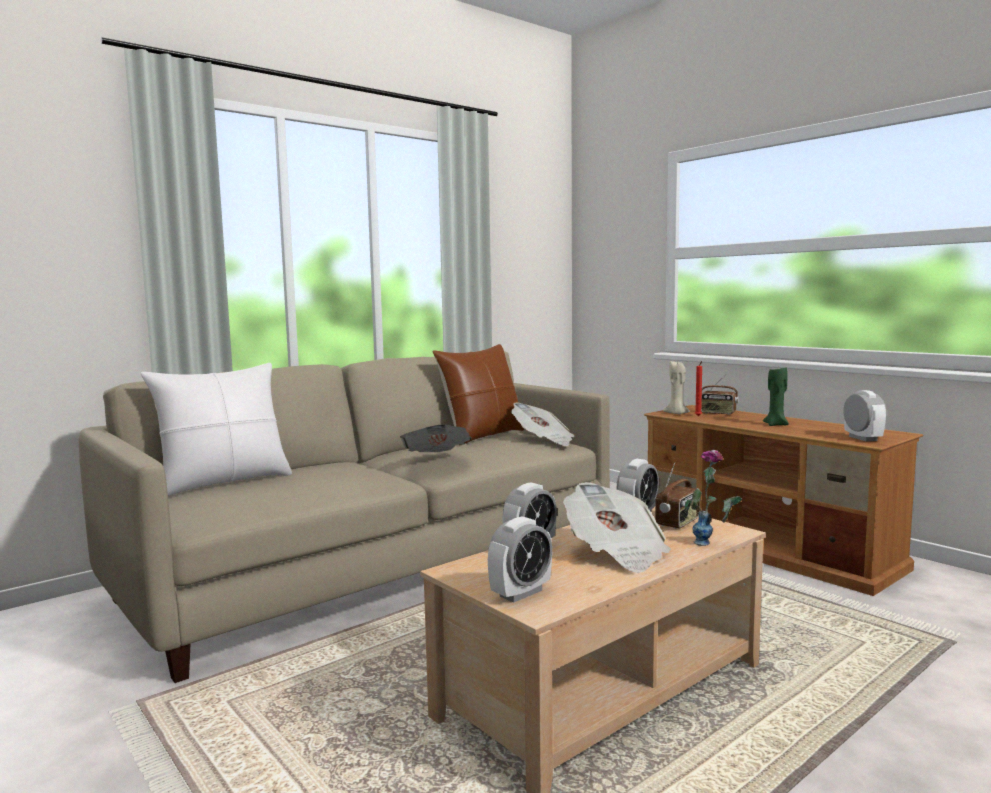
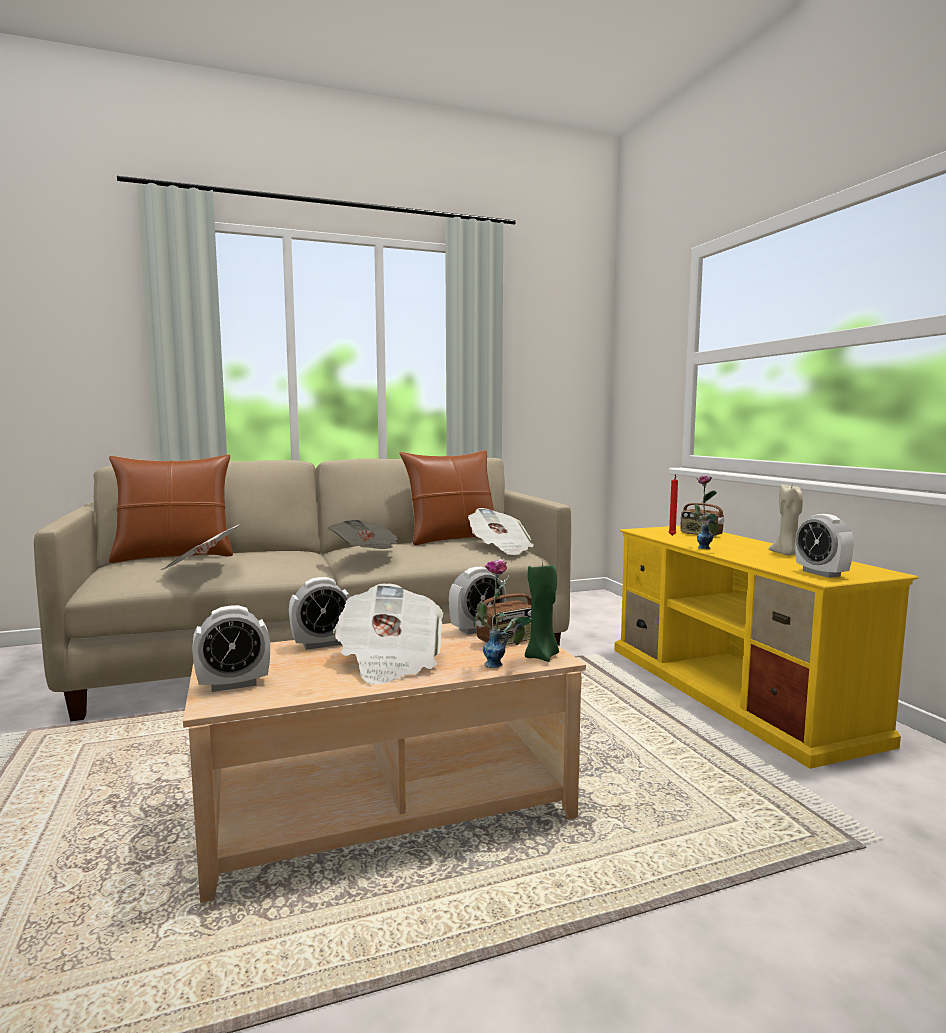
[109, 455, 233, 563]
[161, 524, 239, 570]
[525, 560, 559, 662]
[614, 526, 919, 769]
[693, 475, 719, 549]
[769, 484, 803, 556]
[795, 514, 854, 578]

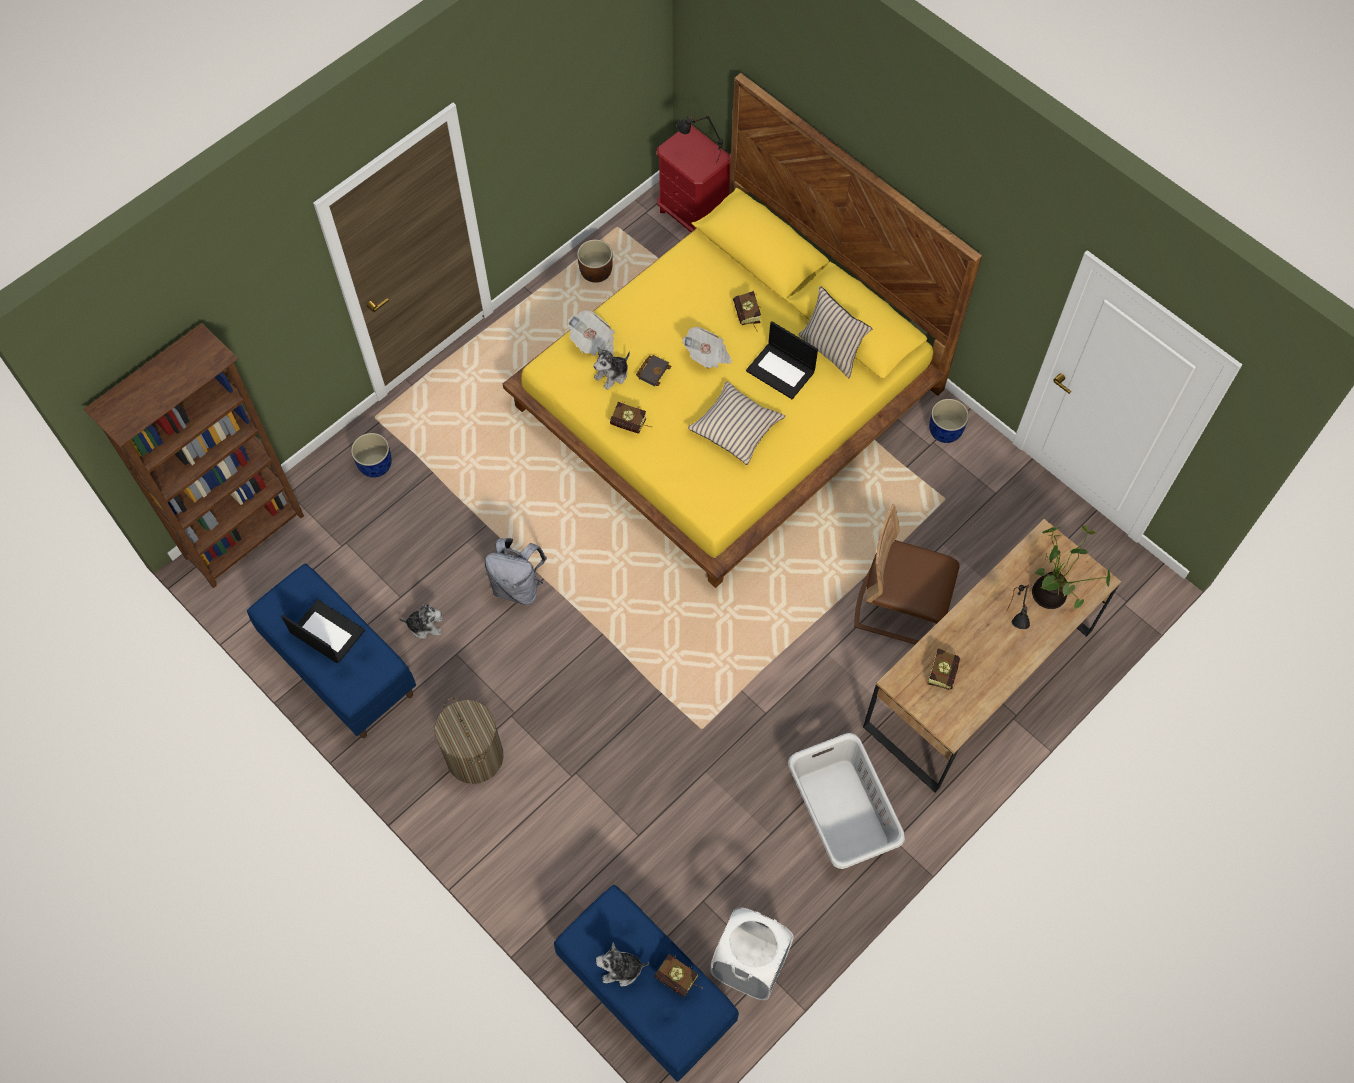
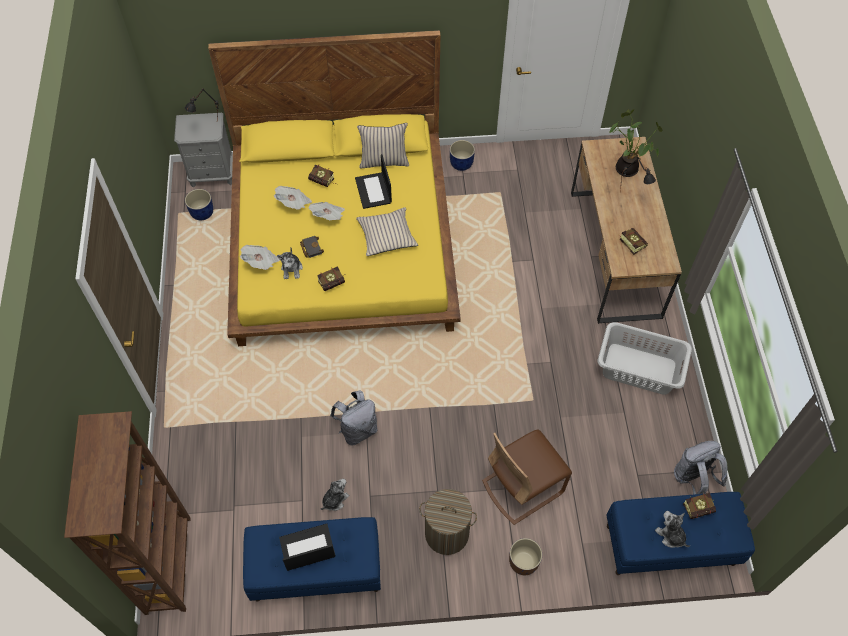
[174, 113, 233, 188]
[185, 189, 213, 220]
[274, 186, 312, 210]
[355, 154, 392, 209]
[482, 430, 572, 525]
[509, 538, 542, 575]
[655, 511, 690, 548]
[674, 441, 728, 495]

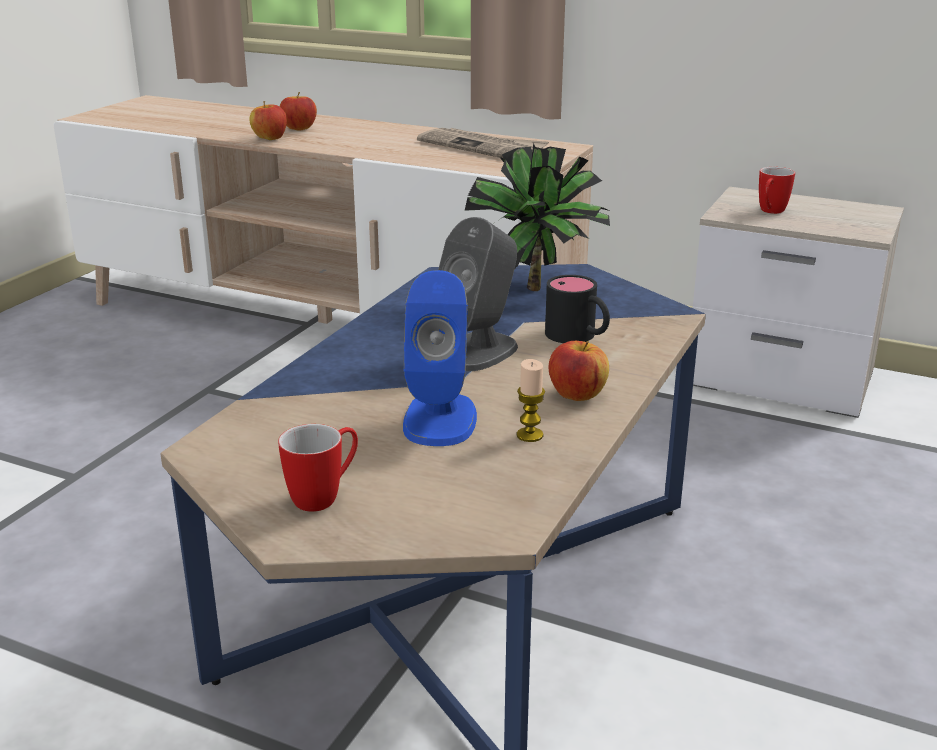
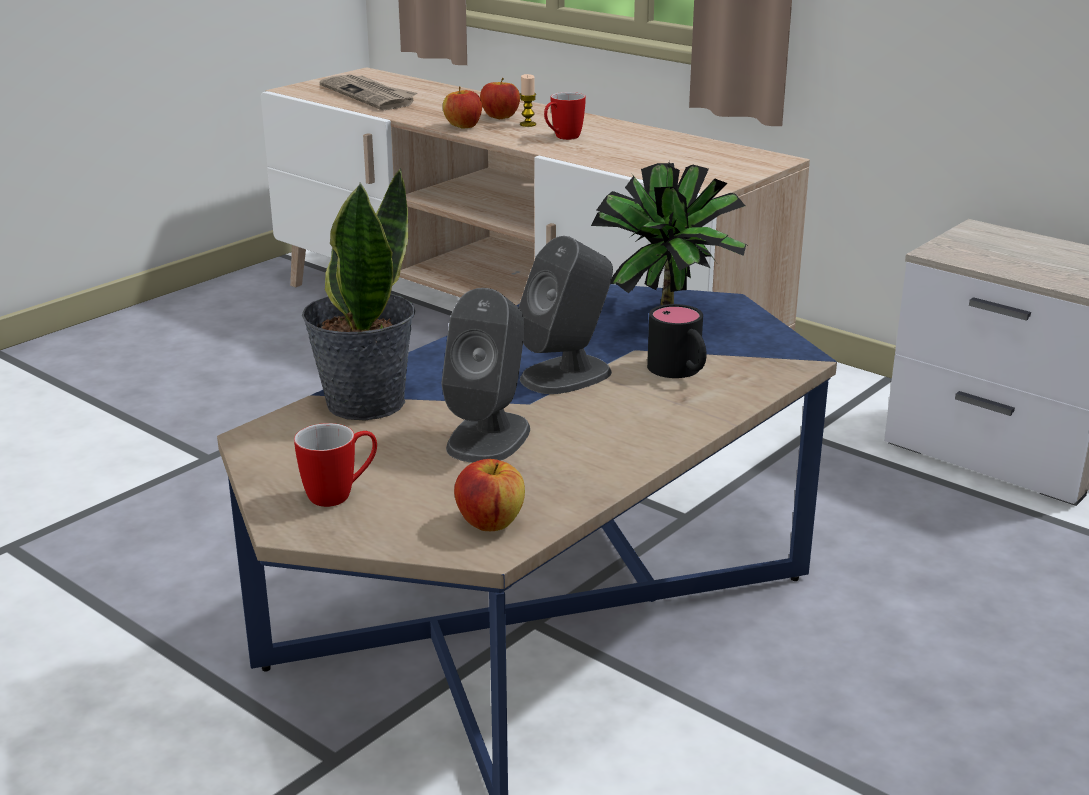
[302, 168, 415, 421]
[319, 74, 417, 110]
[441, 288, 530, 463]
[454, 459, 525, 531]
[519, 74, 536, 127]
[544, 92, 586, 140]

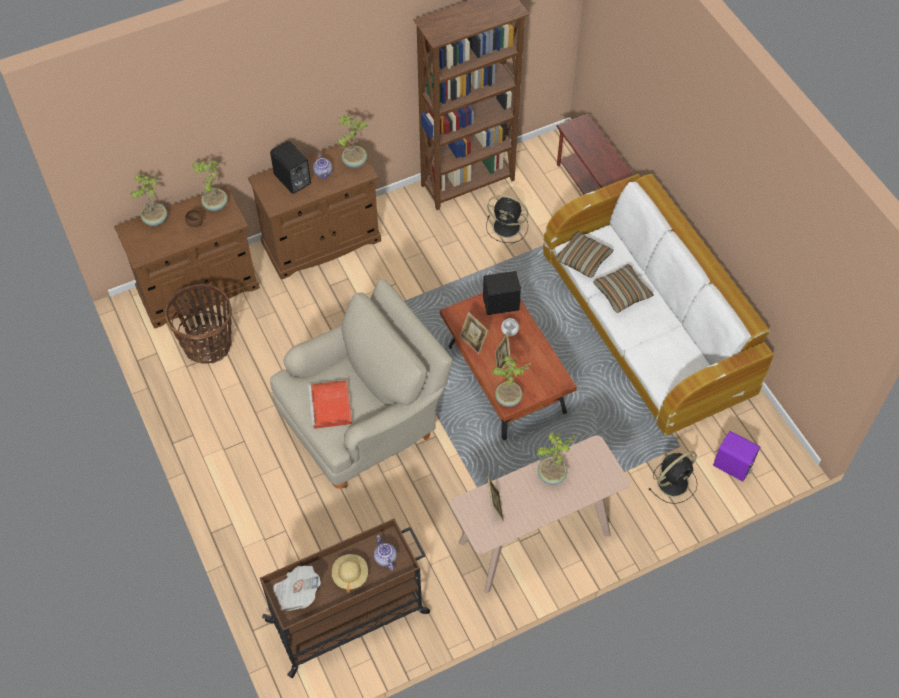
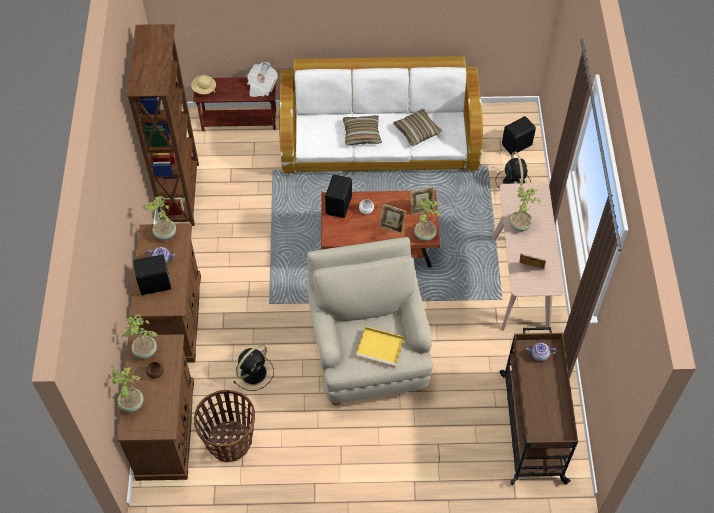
[191, 75, 216, 94]
[234, 344, 274, 391]
[247, 62, 278, 97]
[355, 326, 404, 367]
[393, 109, 442, 146]
[410, 187, 434, 215]
[502, 116, 536, 155]

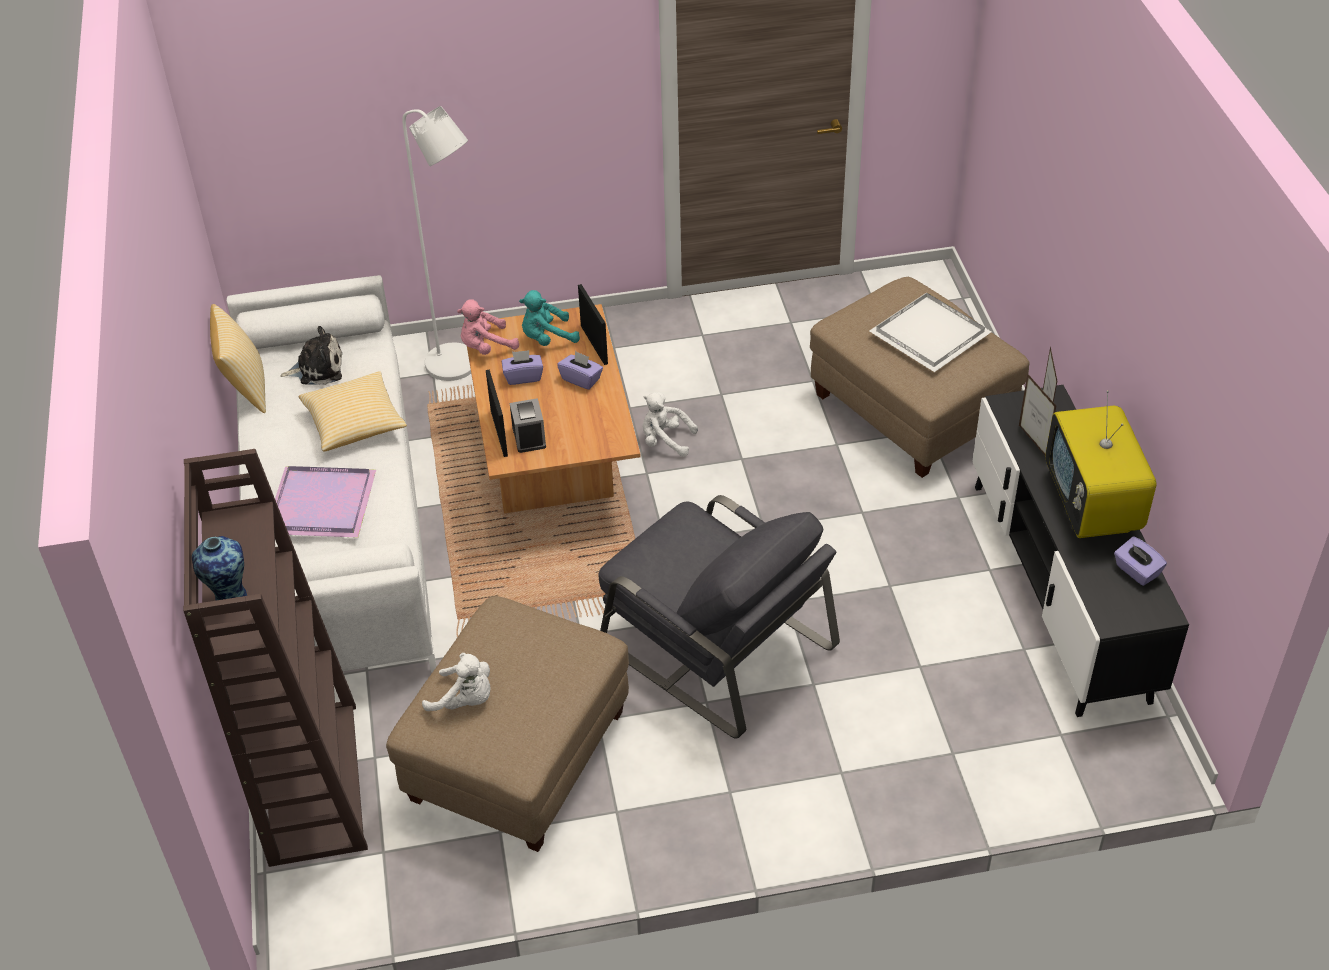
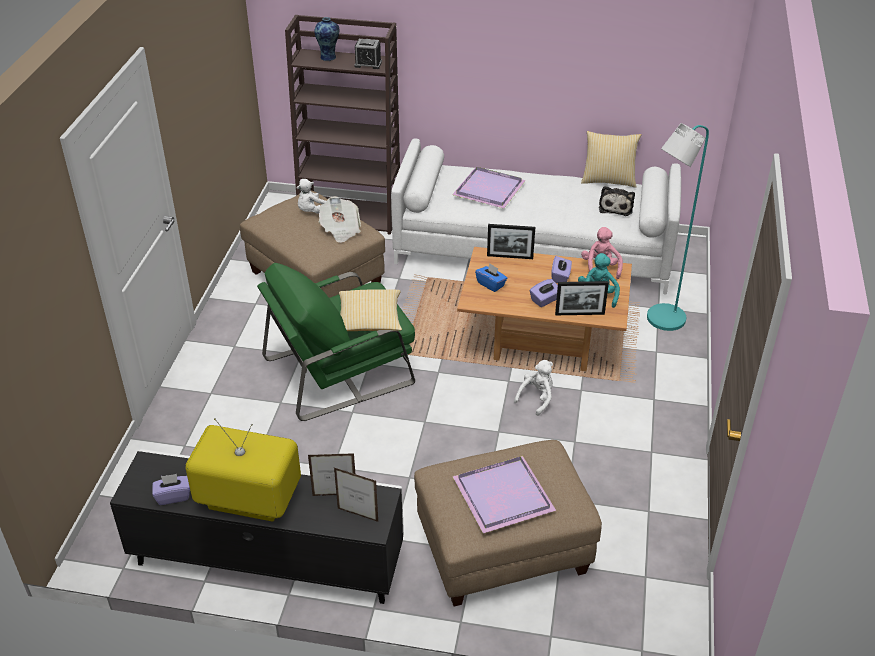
[257, 263, 415, 421]
[319, 196, 361, 243]
[339, 289, 402, 331]
[354, 39, 382, 69]
[452, 456, 556, 533]
[475, 263, 507, 292]
[647, 123, 709, 331]

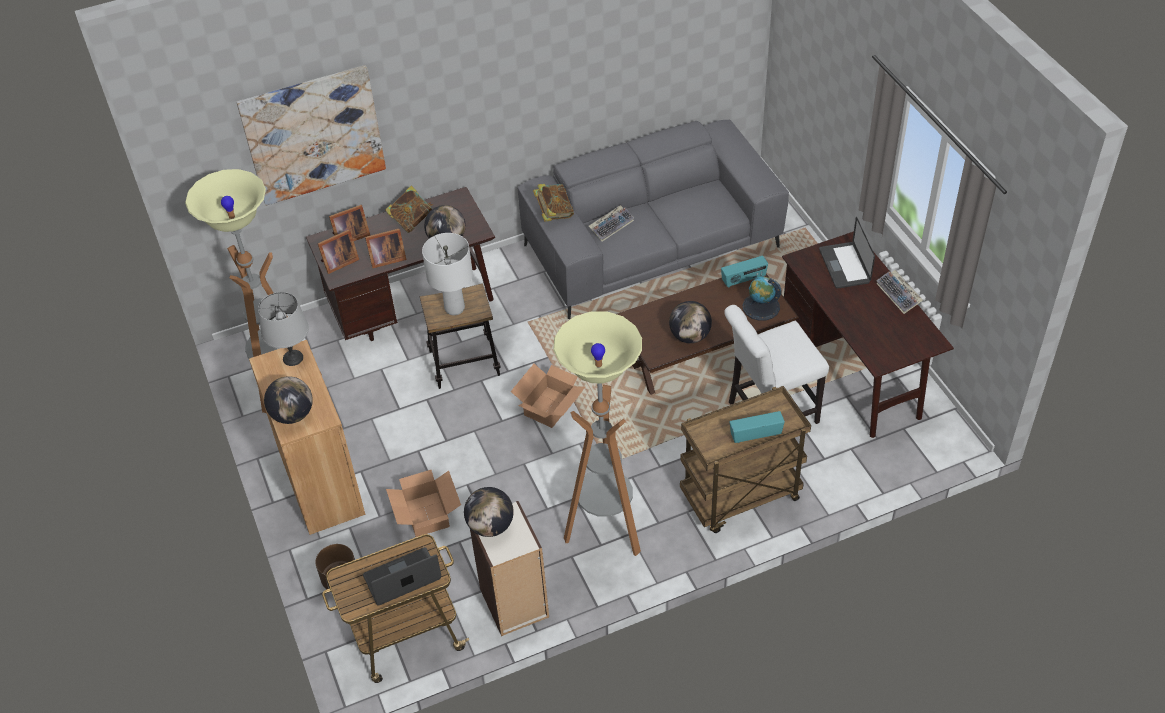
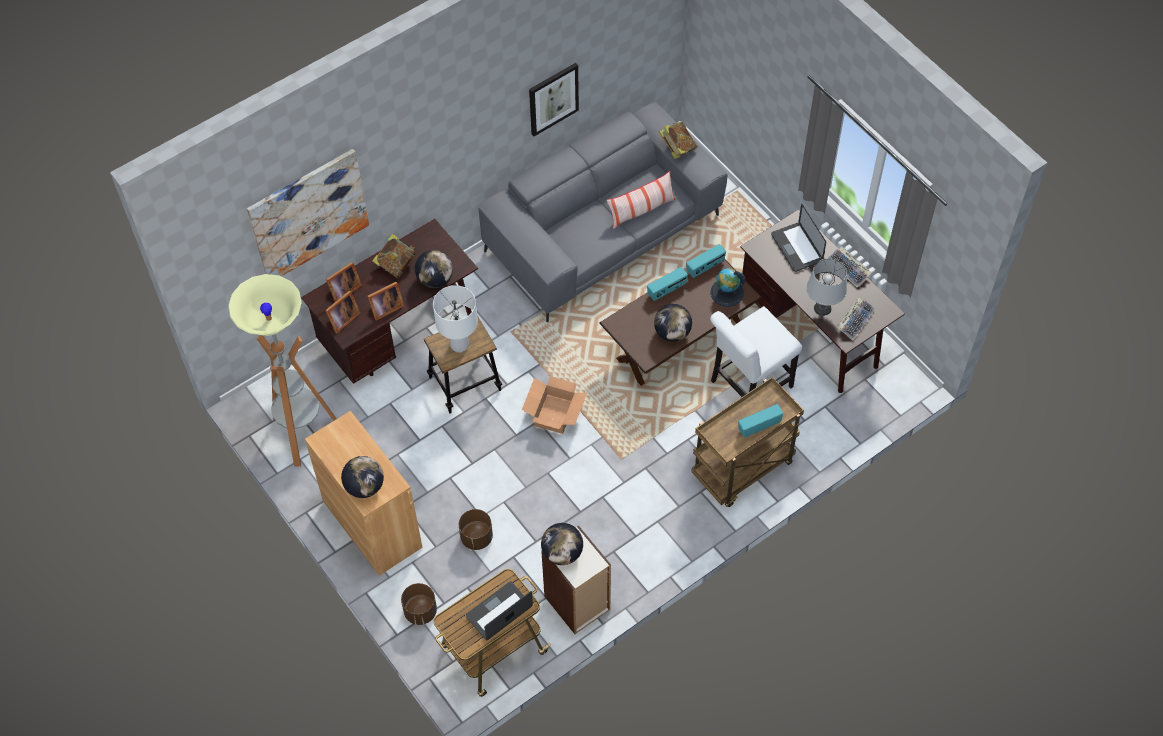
[459, 509, 493, 550]
[529, 63, 579, 136]
[607, 171, 676, 229]
[647, 267, 688, 301]
[659, 121, 697, 159]
[806, 258, 847, 316]
[837, 297, 875, 341]
[553, 312, 642, 556] (first image)

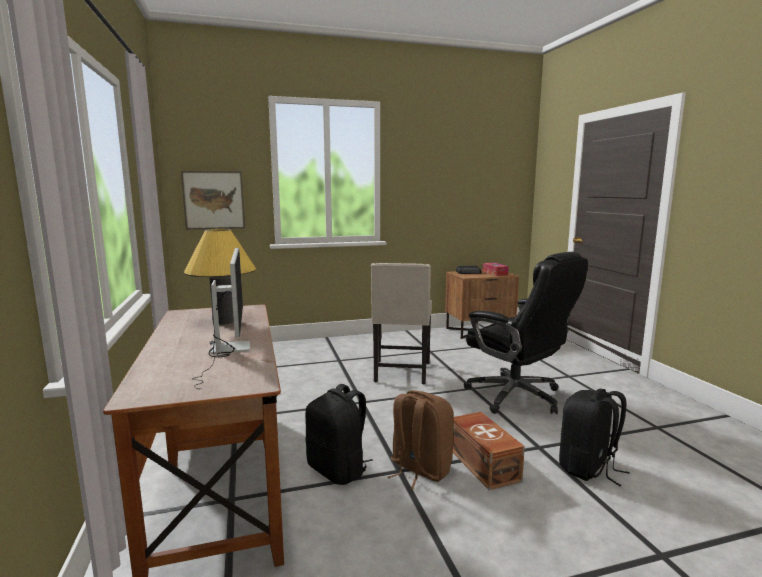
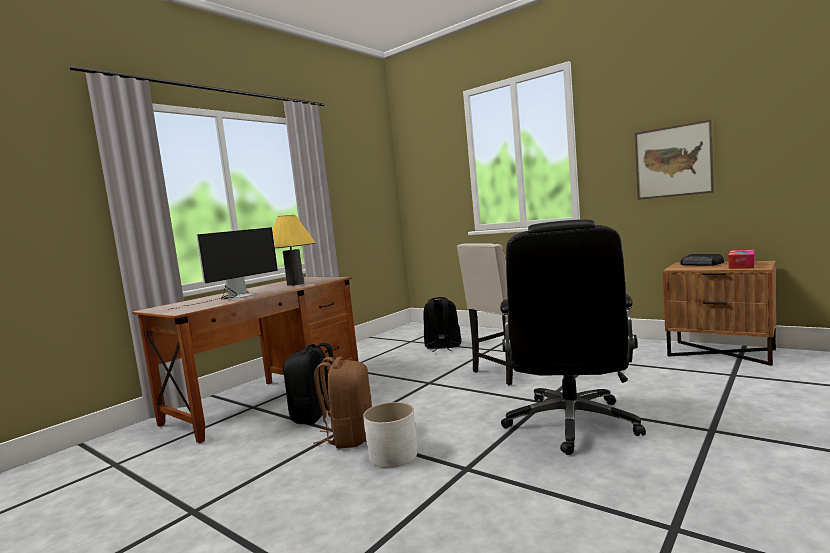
[363, 402, 417, 468]
[423, 297, 461, 352]
[635, 120, 714, 200]

